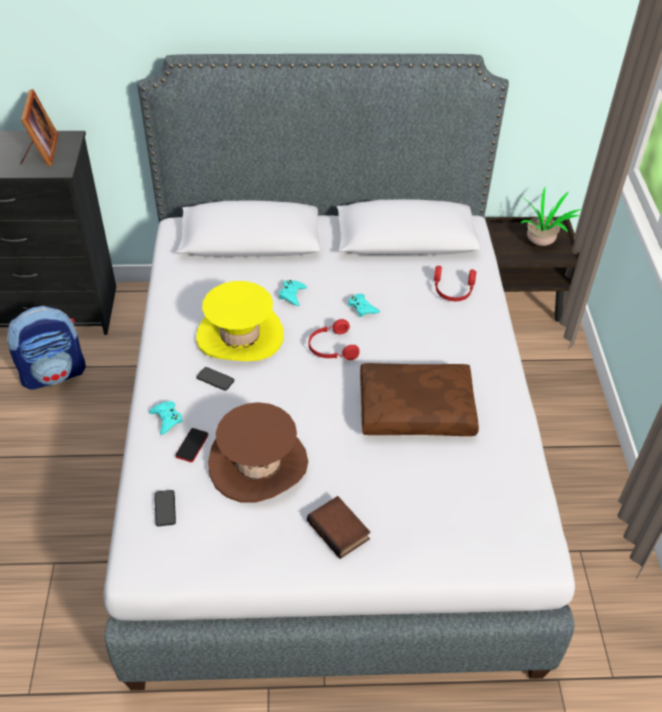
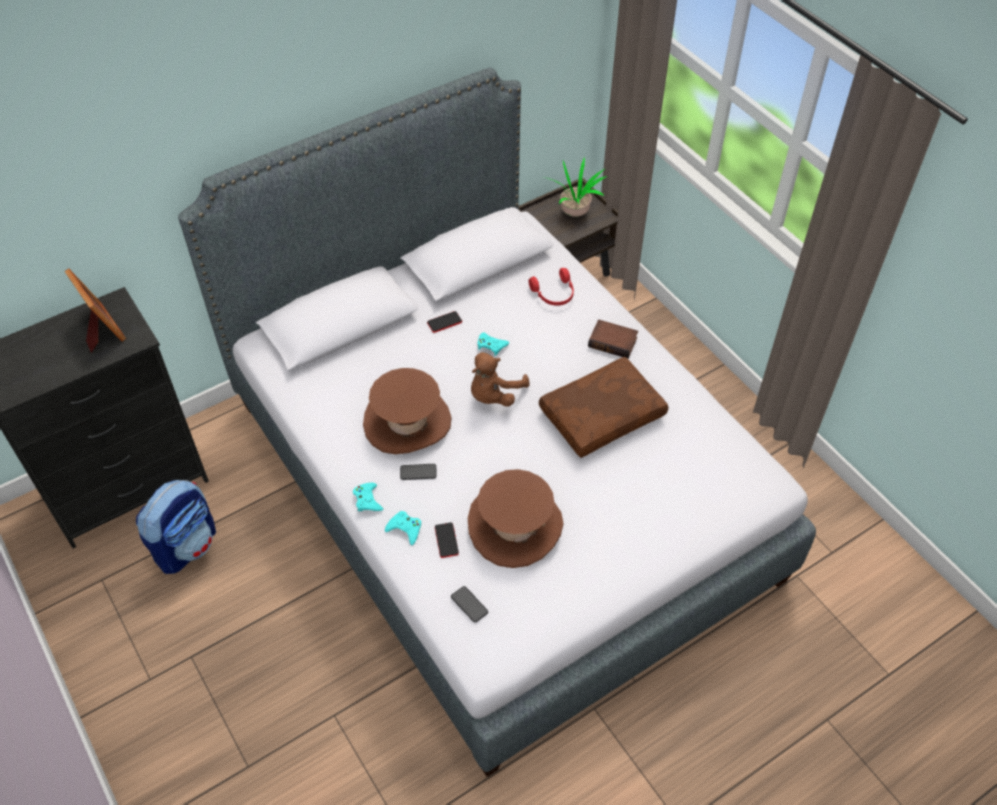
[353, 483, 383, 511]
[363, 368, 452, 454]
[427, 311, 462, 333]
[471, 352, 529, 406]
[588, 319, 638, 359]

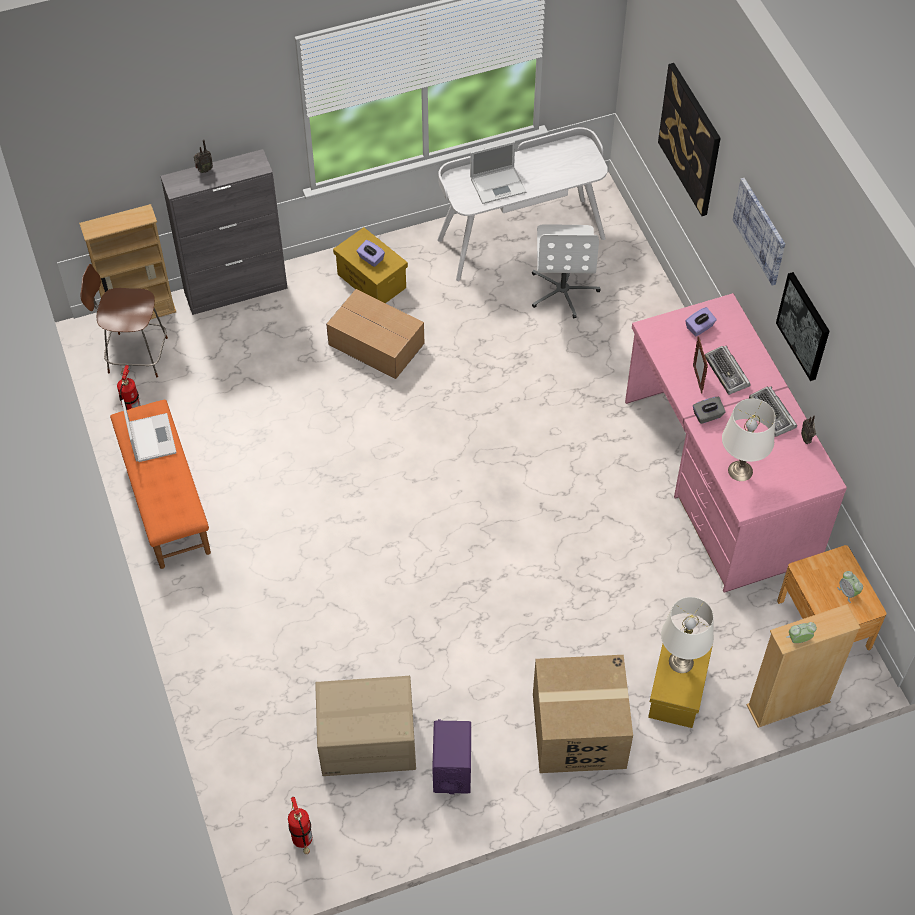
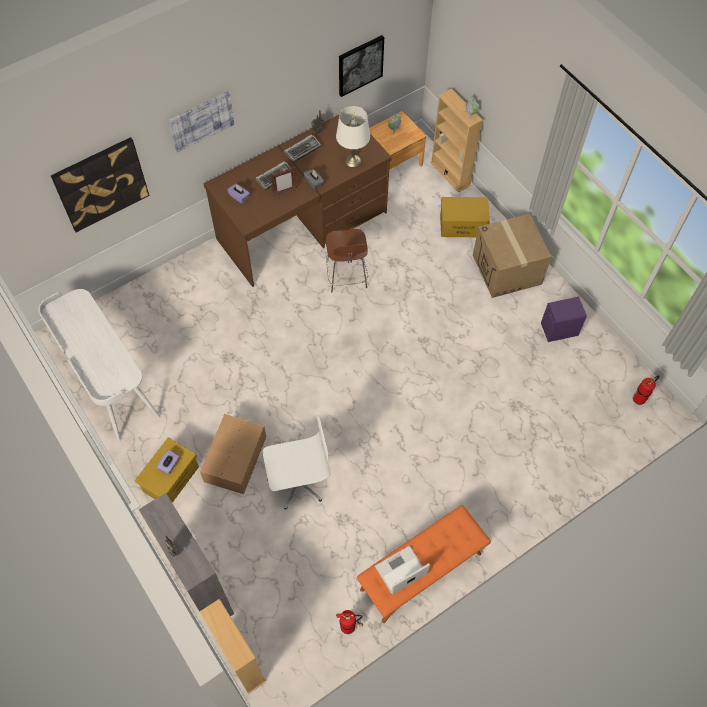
[203, 114, 392, 287]
[263, 415, 331, 509]
[326, 229, 368, 292]
[339, 35, 384, 97]
[315, 676, 416, 776] (first image)
[470, 141, 526, 204] (first image)
[661, 597, 714, 673] (first image)

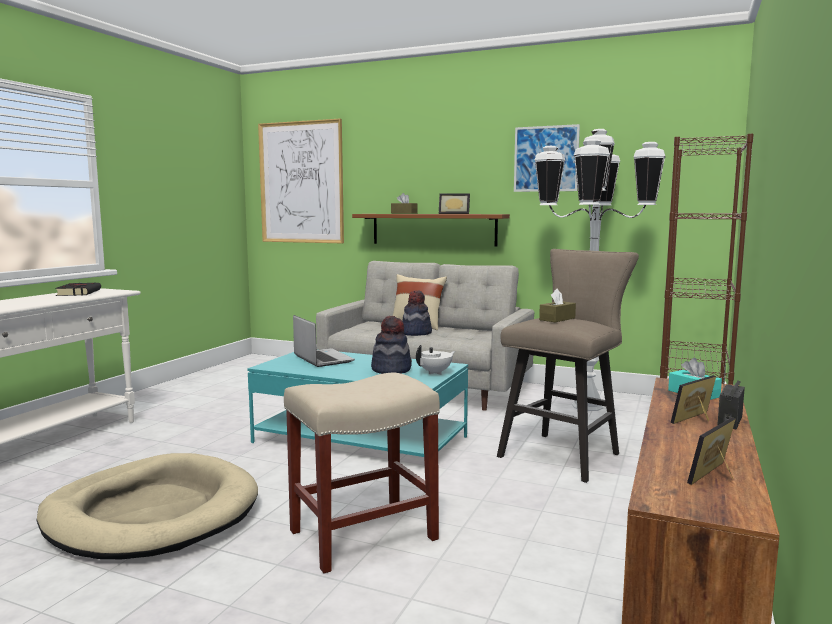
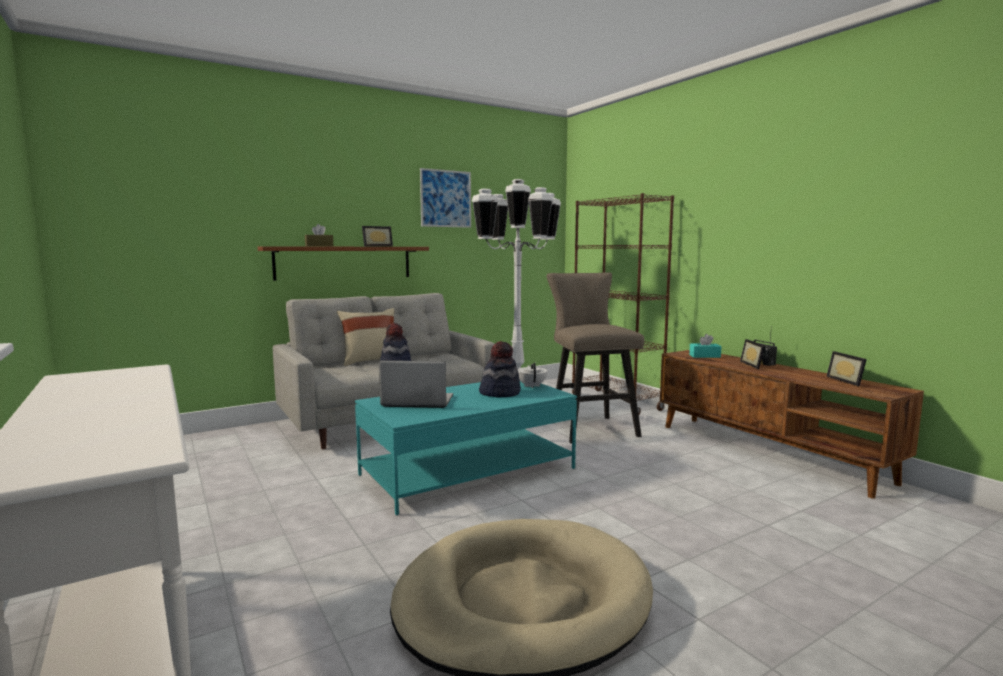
[55, 282, 101, 296] (first image)
[258, 119, 344, 243] (first image)
[284, 372, 440, 573] (first image)
[539, 289, 576, 322] (first image)

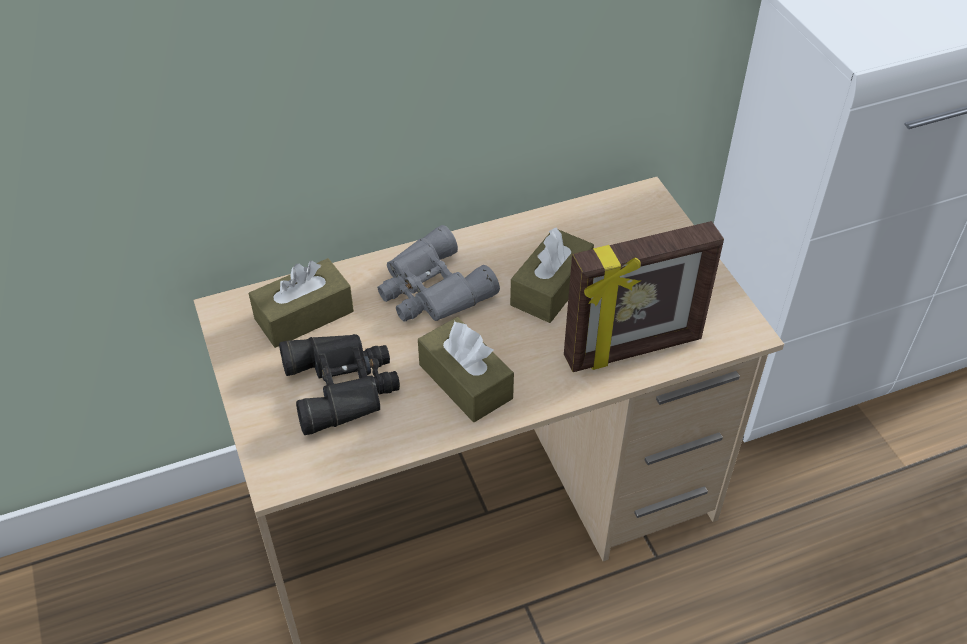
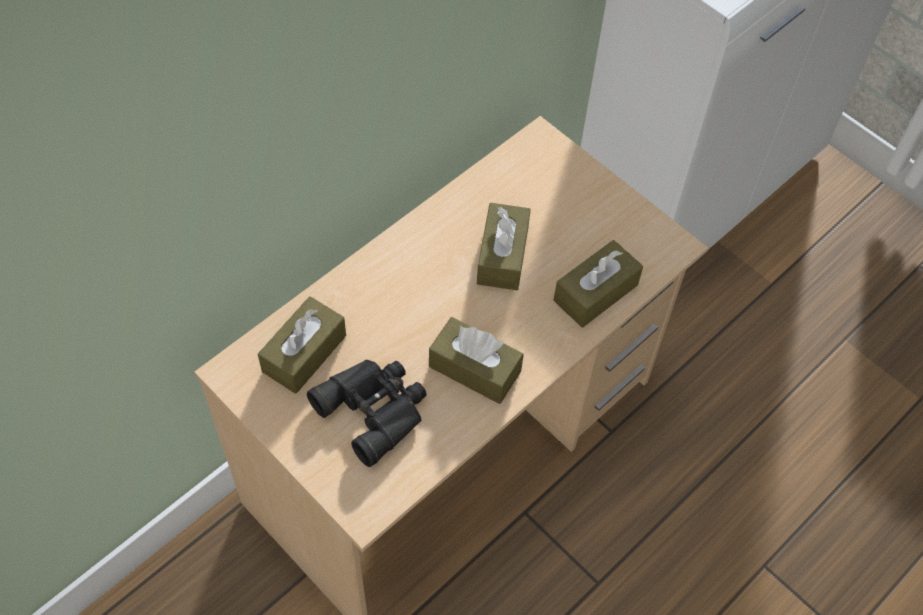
[554, 240, 643, 328]
[377, 225, 500, 322] (first image)

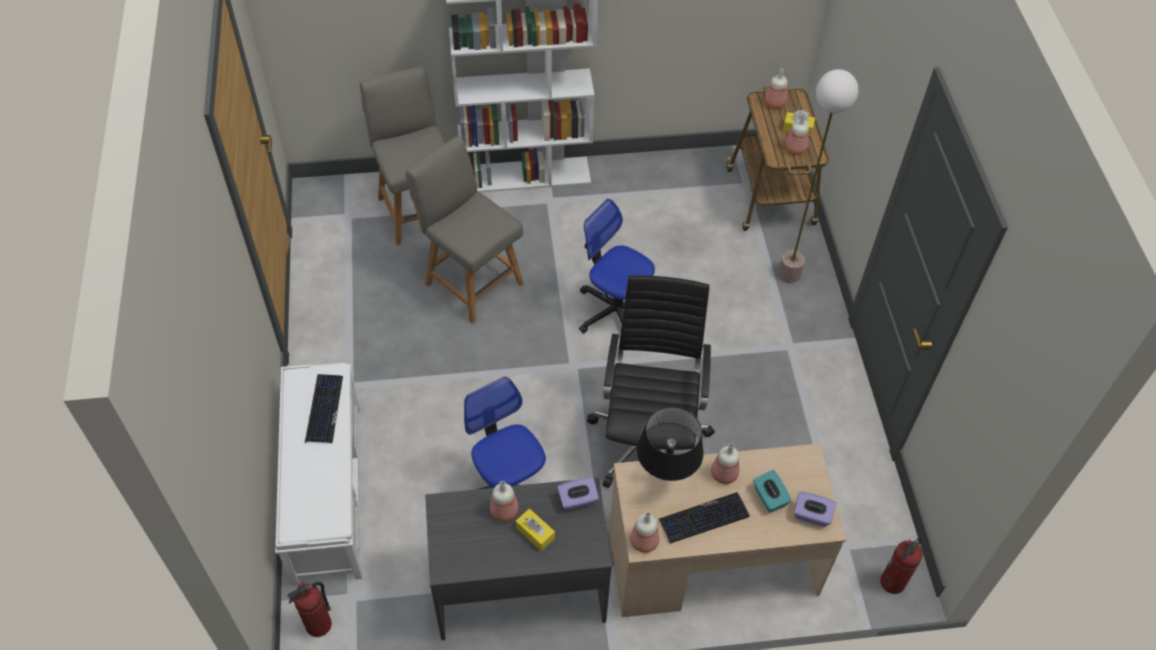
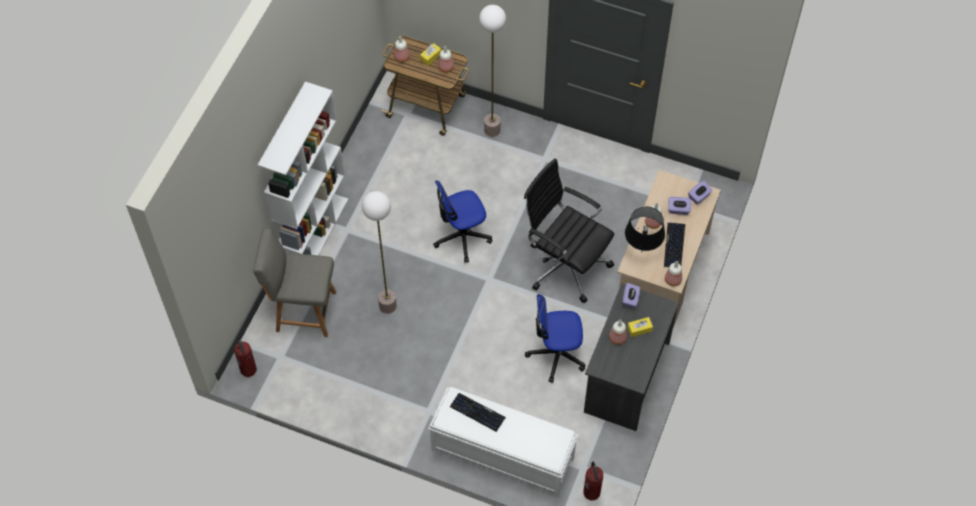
[234, 337, 257, 377]
[362, 191, 397, 314]
[668, 197, 692, 215]

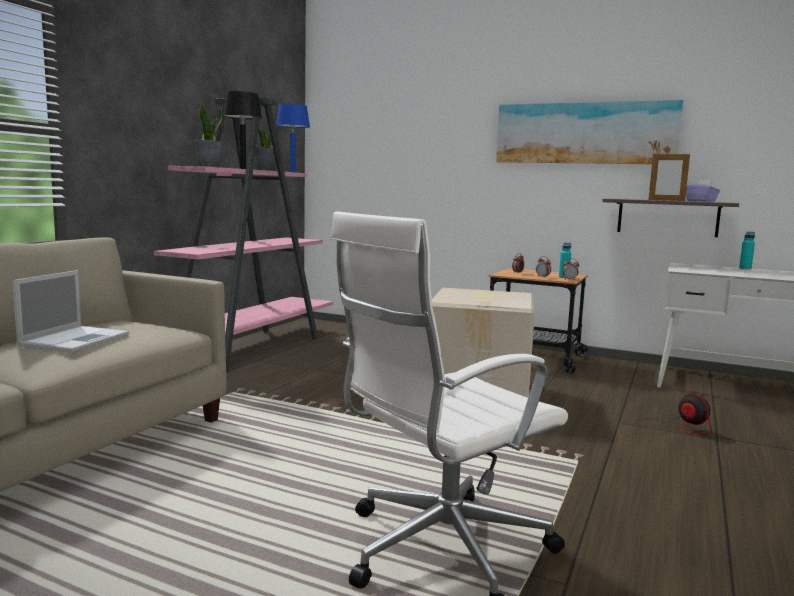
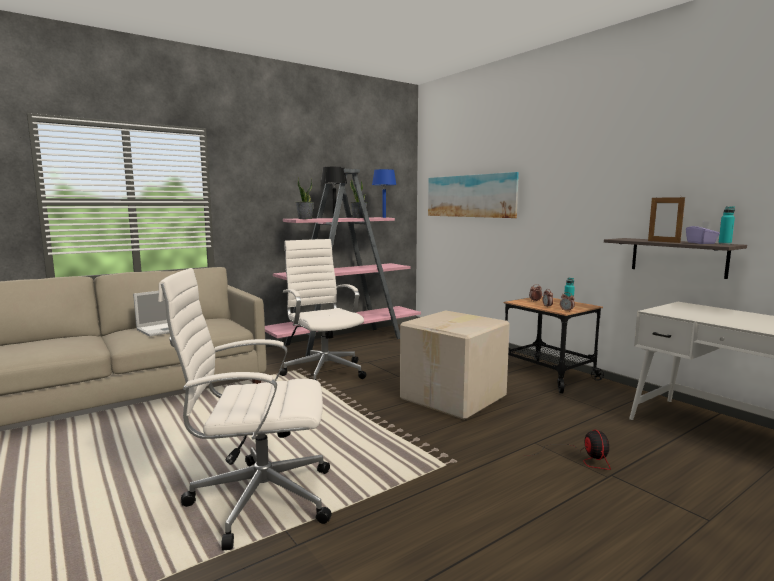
[280, 239, 367, 381]
[428, 172, 519, 218]
[718, 206, 735, 244]

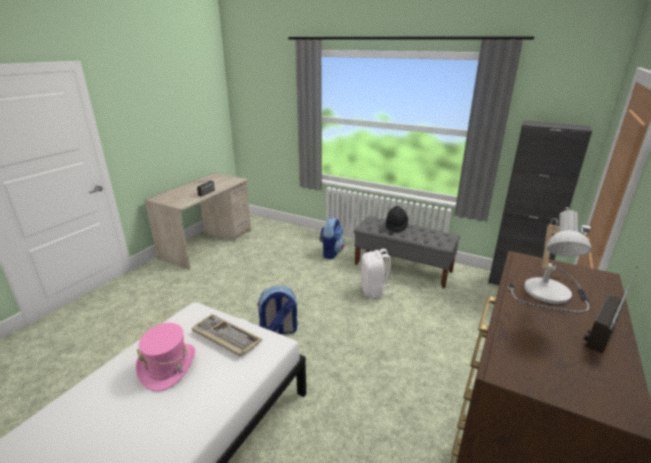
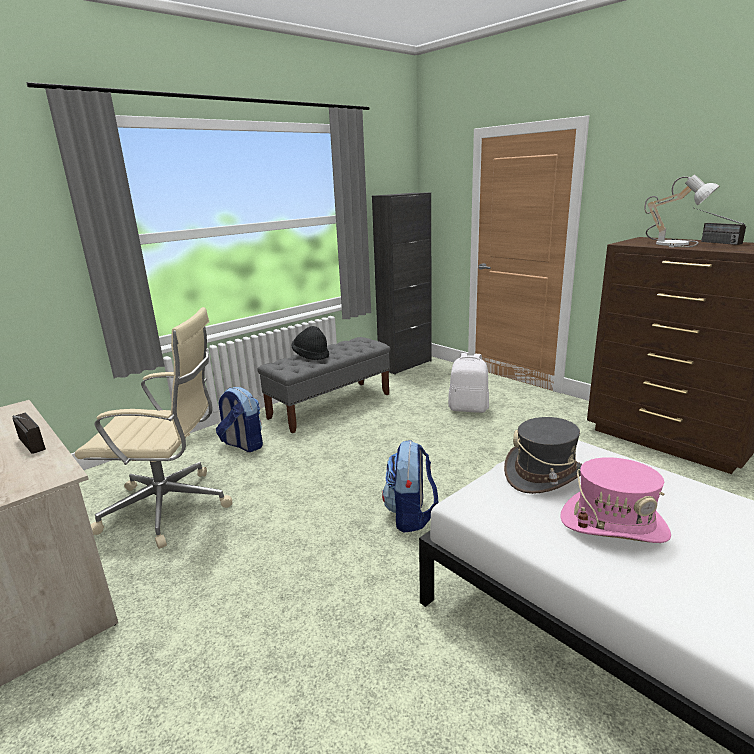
[75, 307, 232, 549]
[448, 353, 489, 413]
[504, 417, 582, 494]

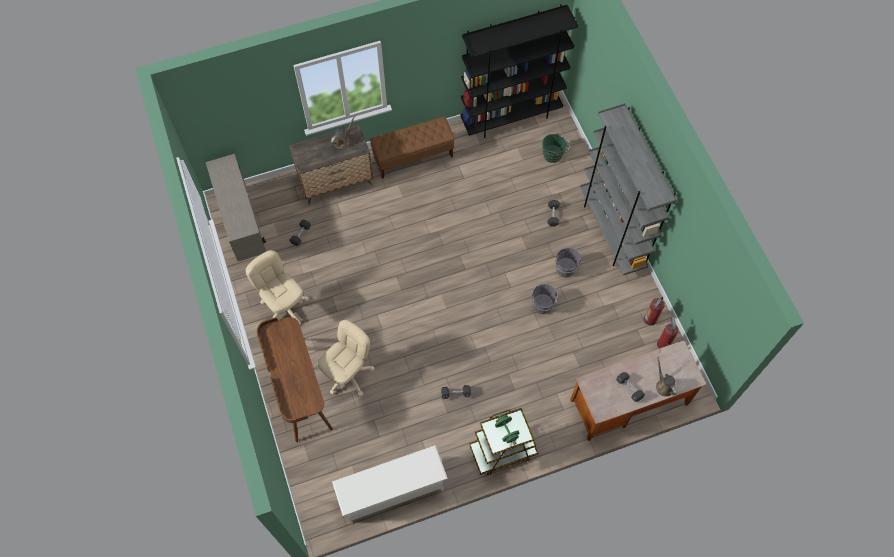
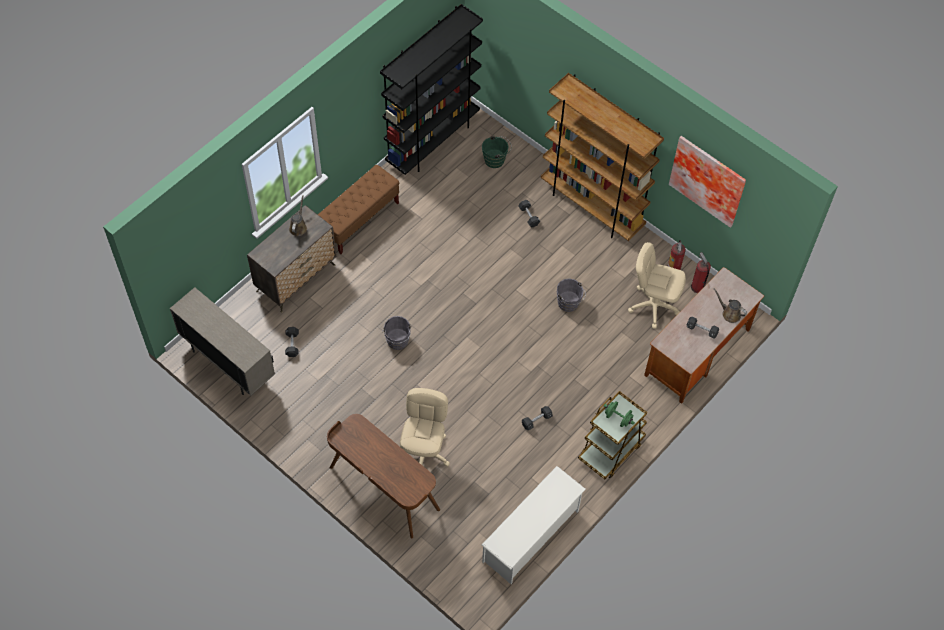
[382, 316, 412, 350]
[541, 73, 664, 241]
[628, 242, 686, 329]
[669, 136, 746, 228]

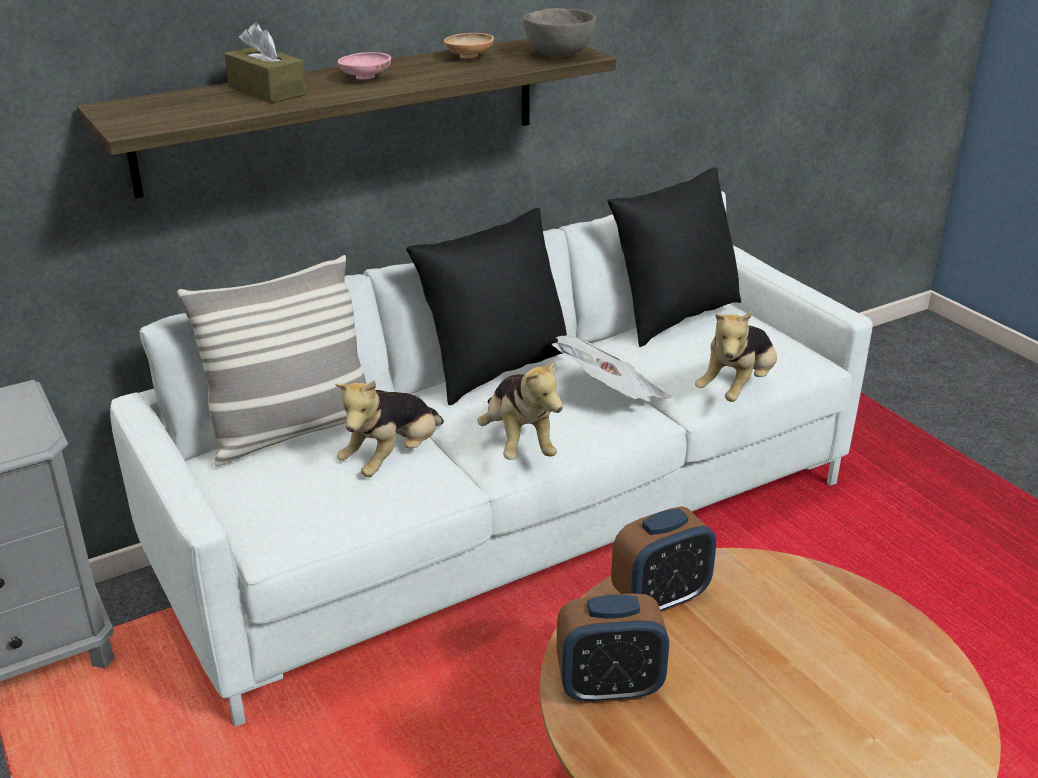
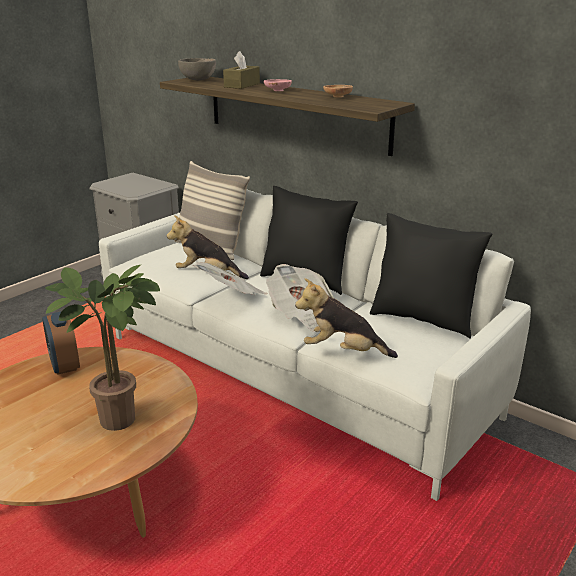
[45, 265, 160, 431]
[178, 58, 216, 81]
[193, 262, 268, 295]
[611, 506, 716, 612] (first image)

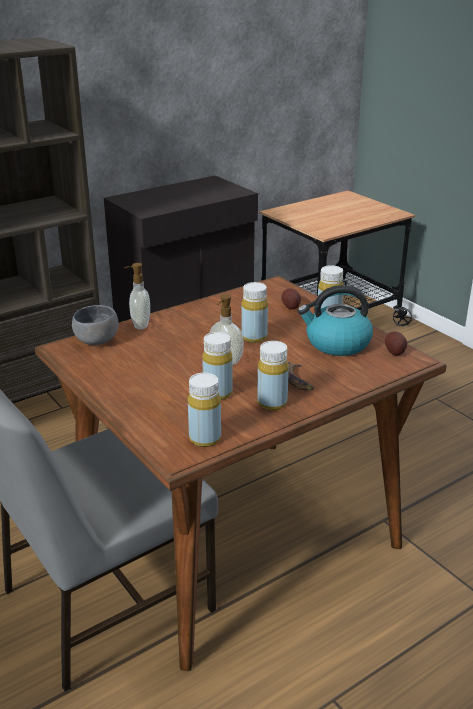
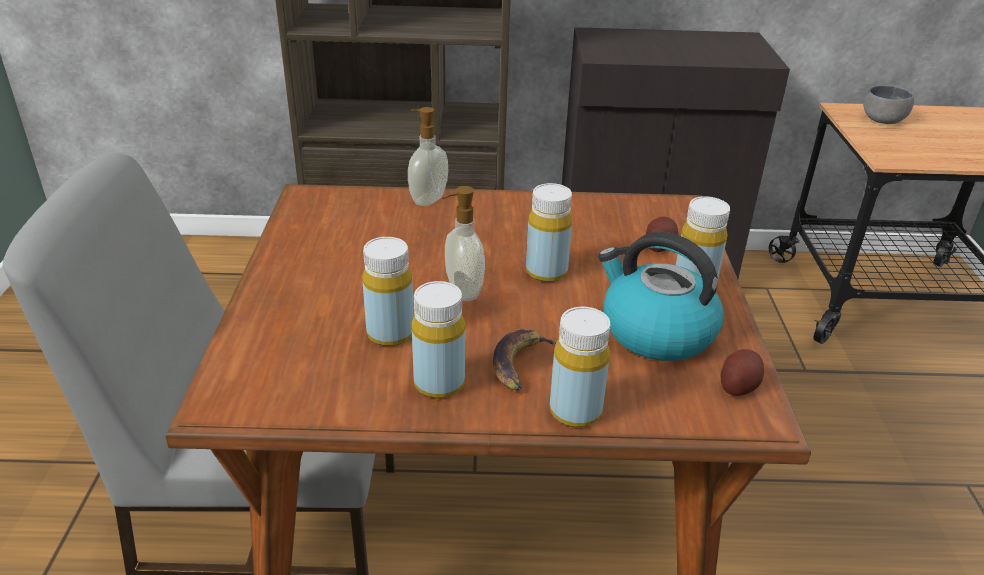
[550, 307, 611, 427]
[863, 85, 914, 124]

